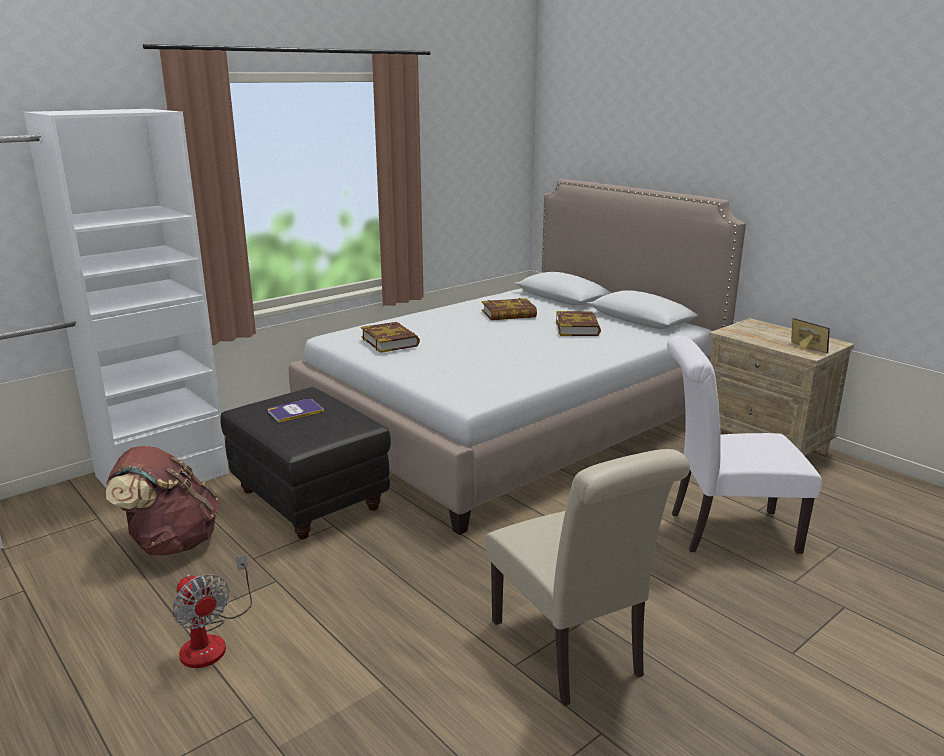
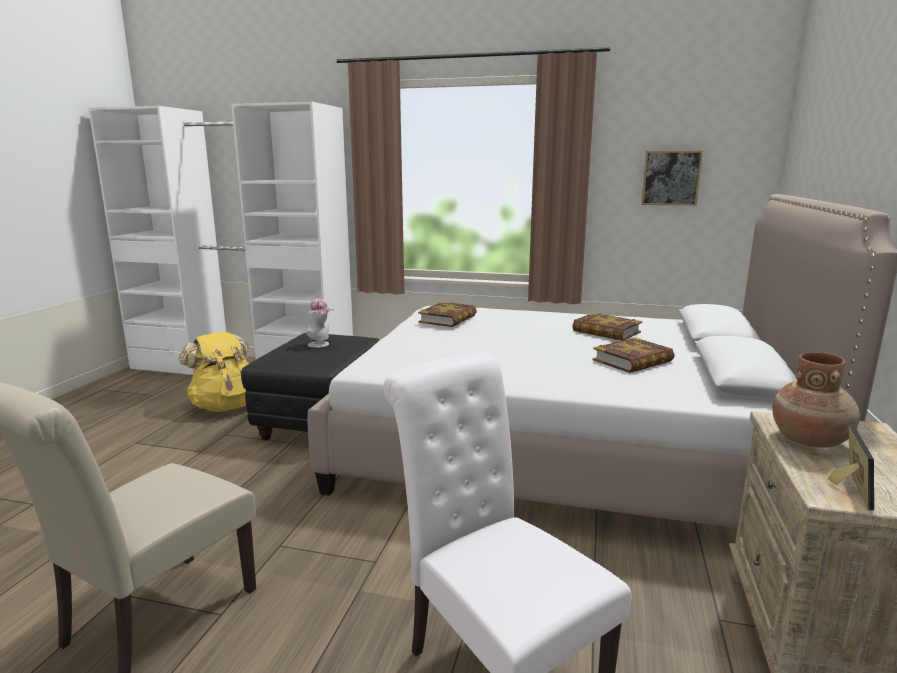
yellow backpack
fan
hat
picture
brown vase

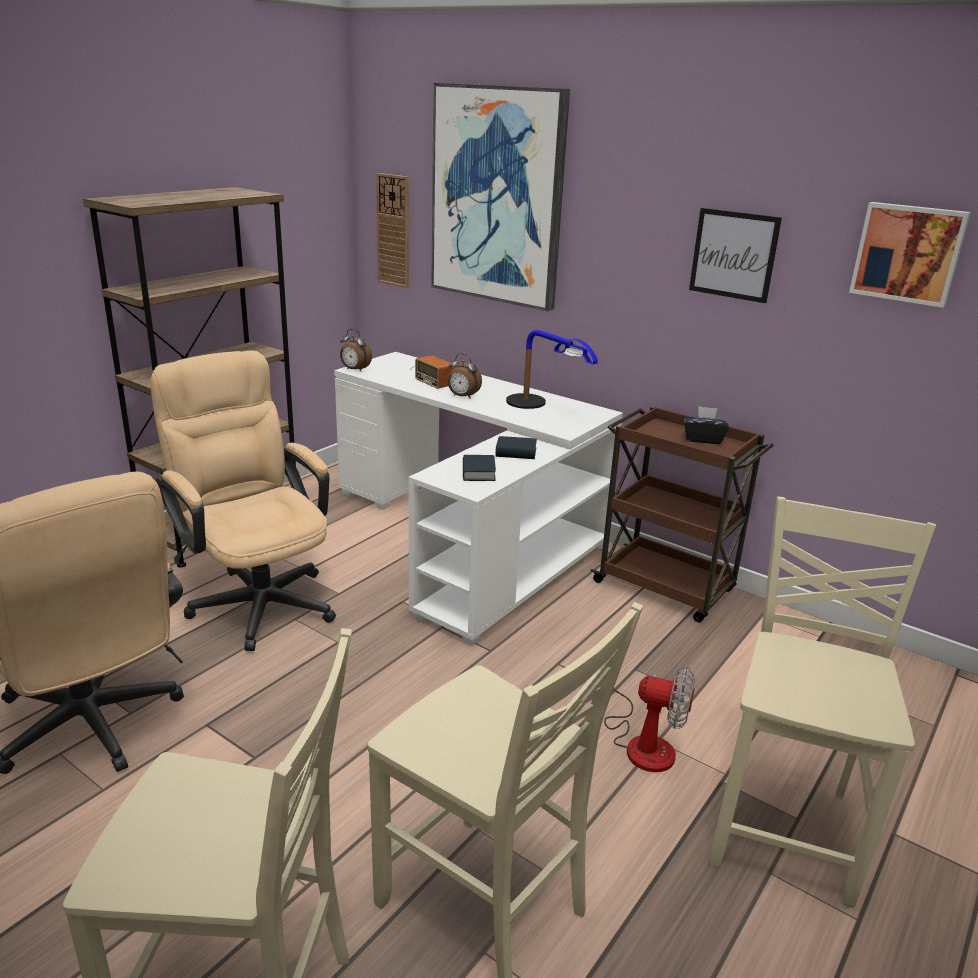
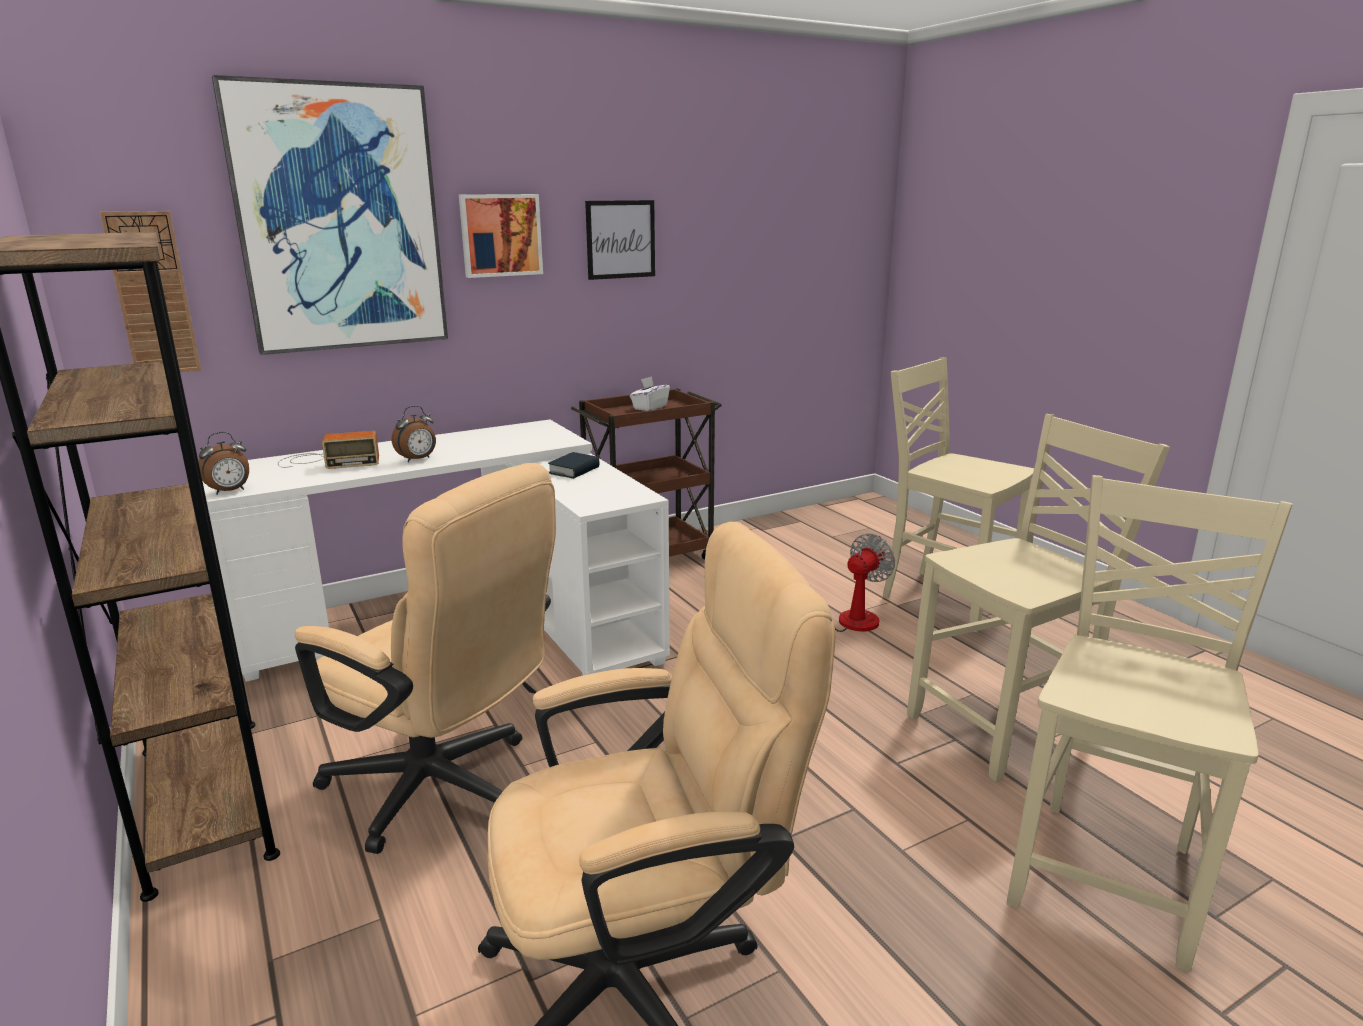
beige office chair (1st from left)
book (1st from left in the first image)
table lamp
white tissue box
picture (2nd from left)

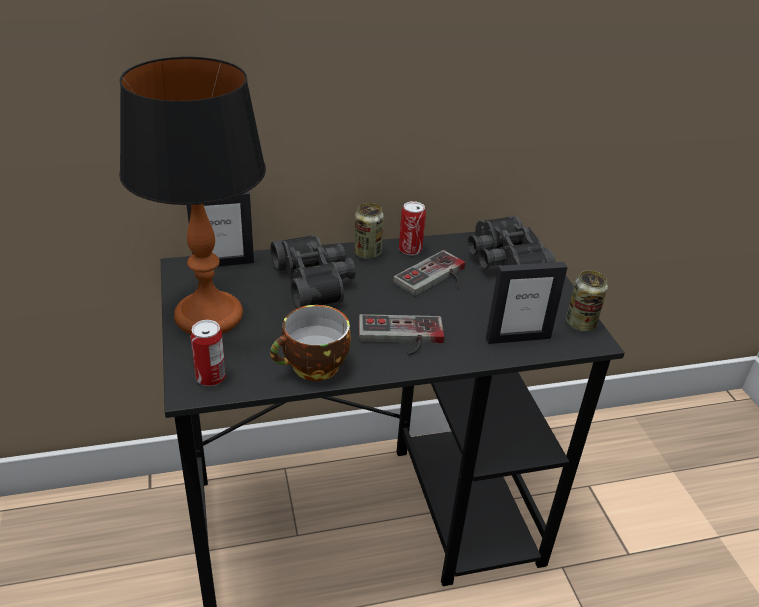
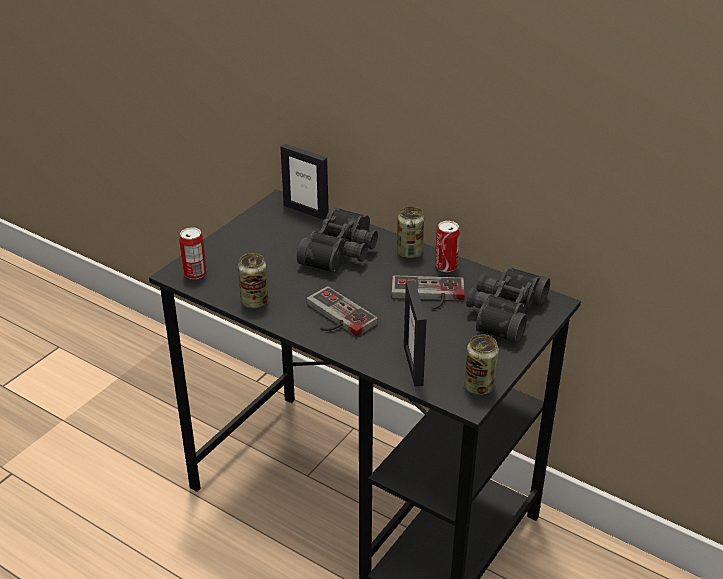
table lamp
can (2nd from left)
picture frame (2nd from left)

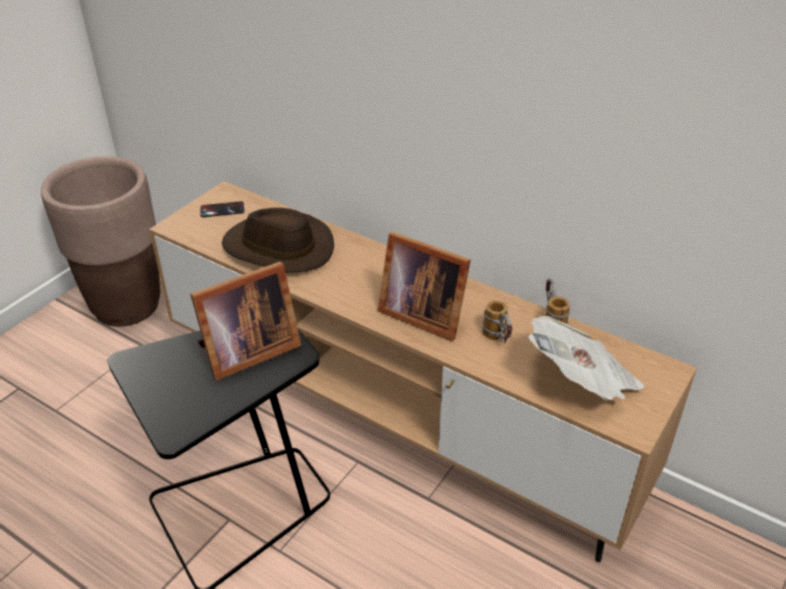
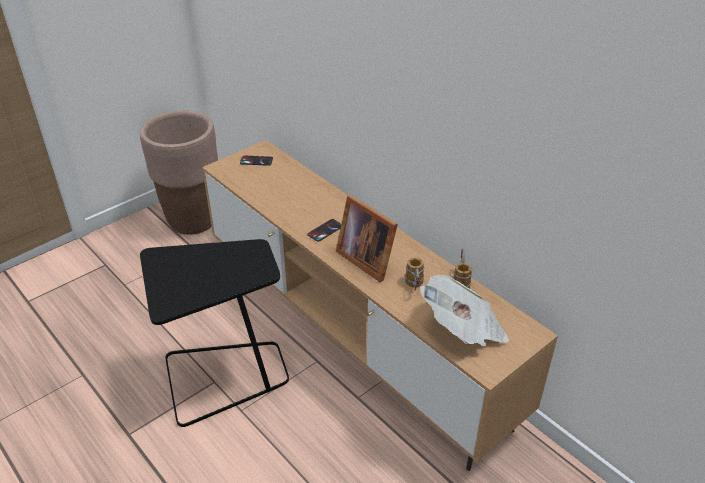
picture frame (1st from left in the first image)
brown hat
phone (2nd from left)

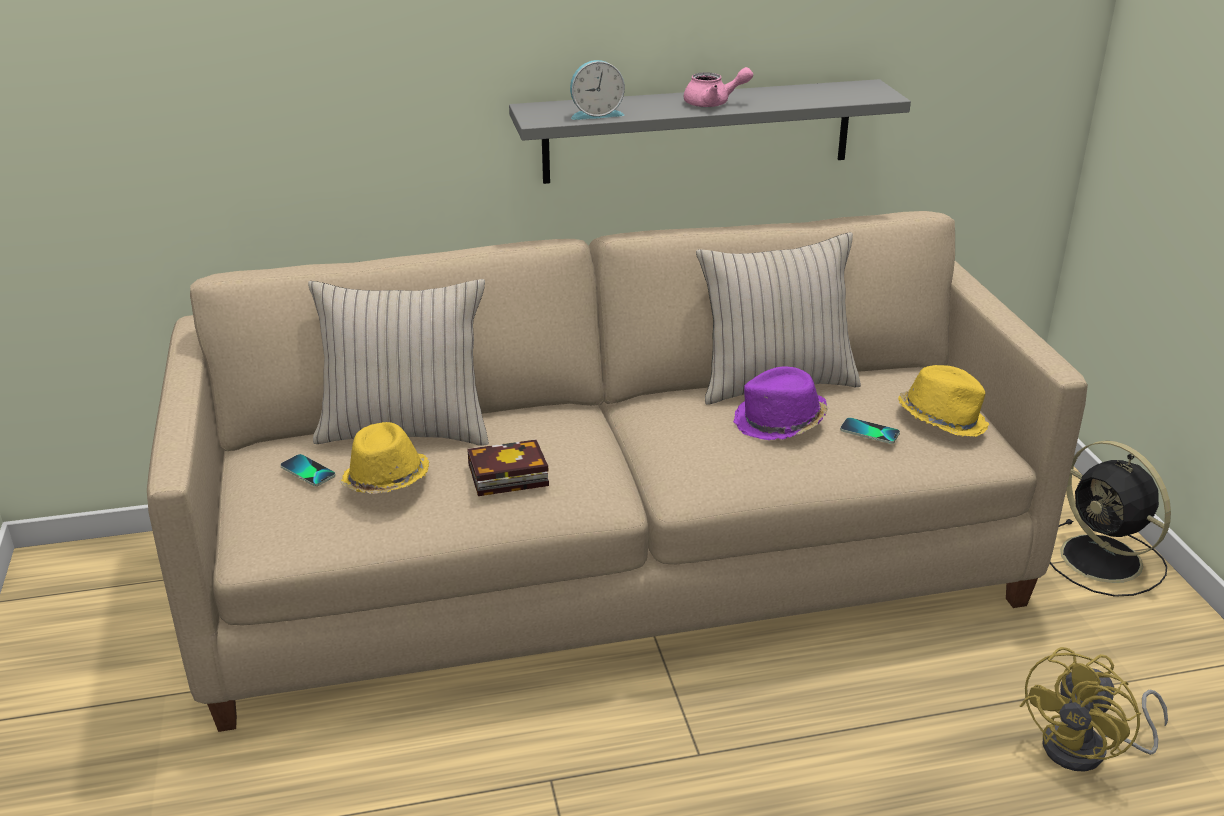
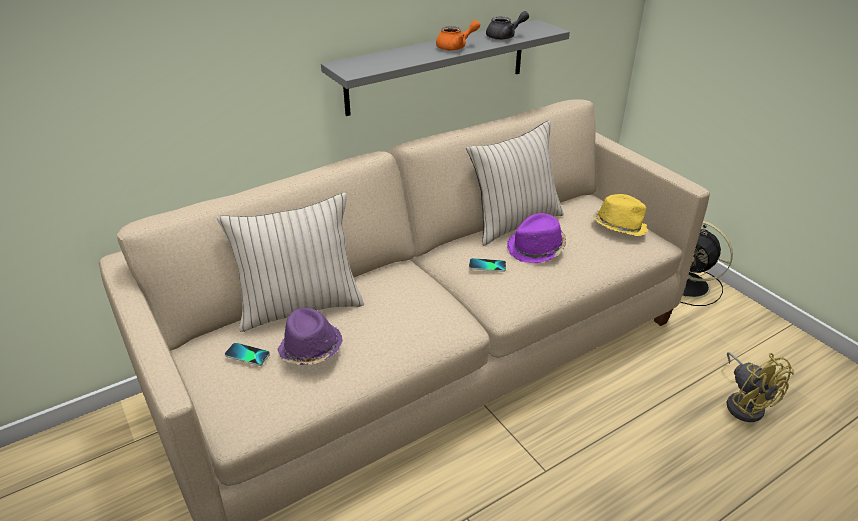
purple hat (1st from left)
book
alarm clock
orange teapot
phone (2nd from left)
yellow fan
grey teapot

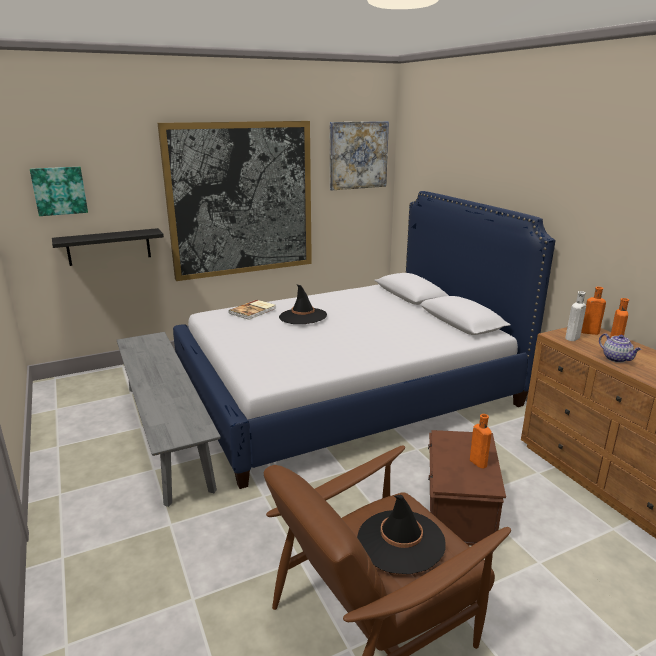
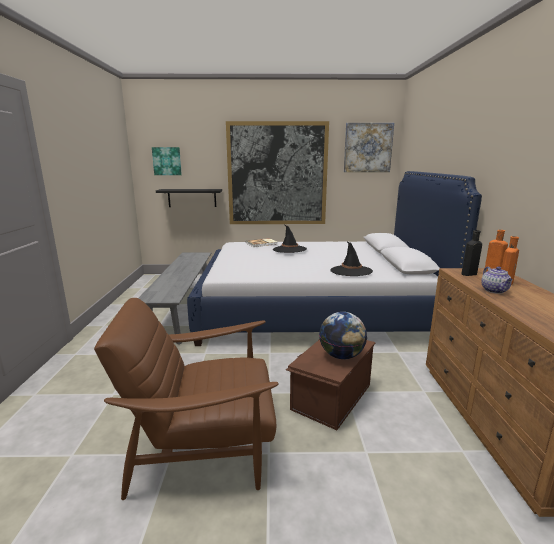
black hat (2nd from left)
globe
black bottle

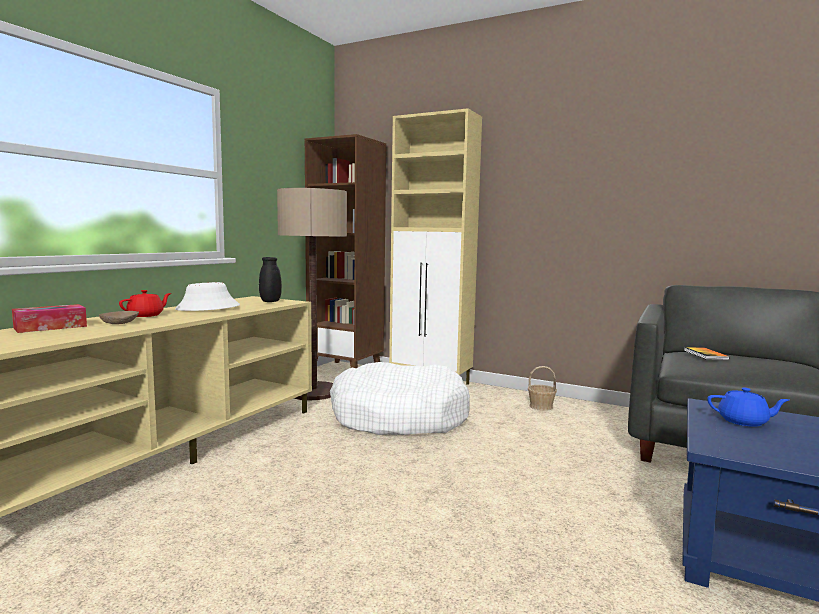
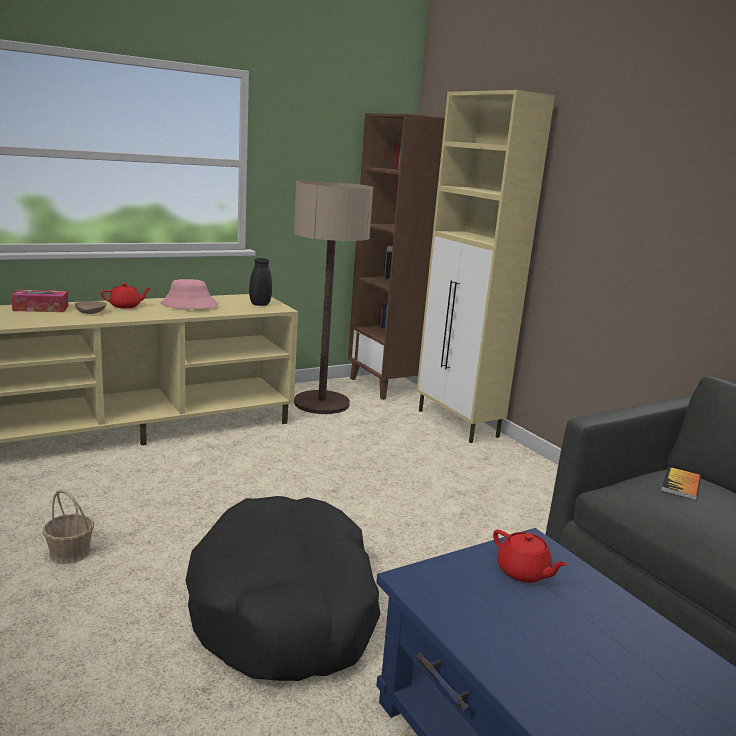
pink hat
white dog bed
basket
red teapot (2nd from left)
black dog bed

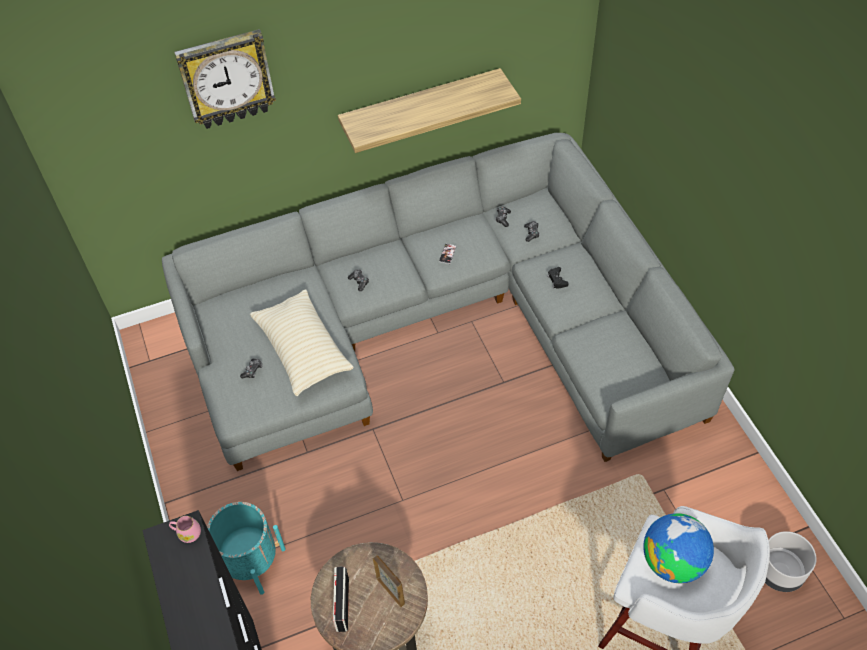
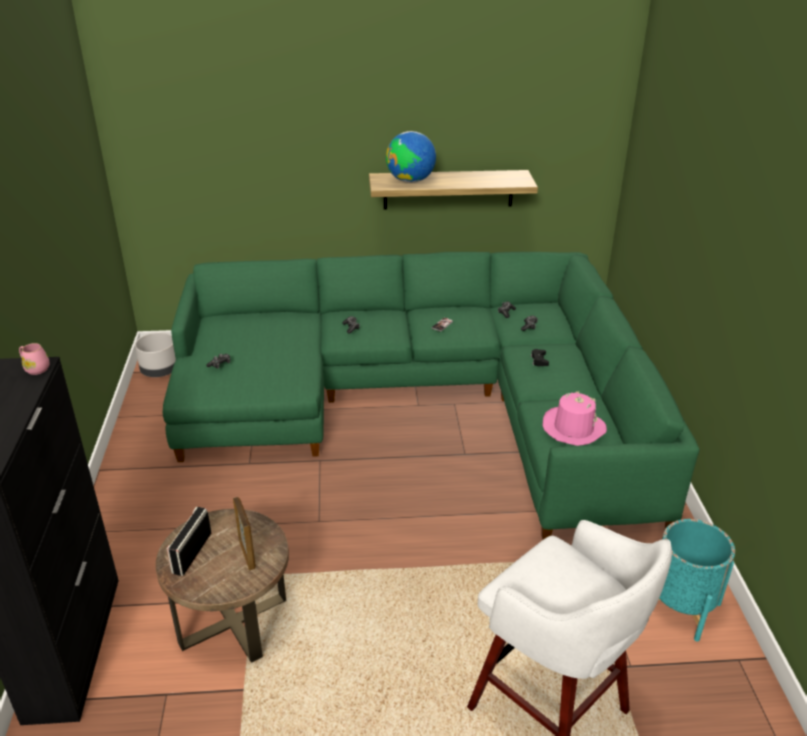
green sofa
wall clock
turquoise planter
beige pillow
globe
grey planter
pink hat

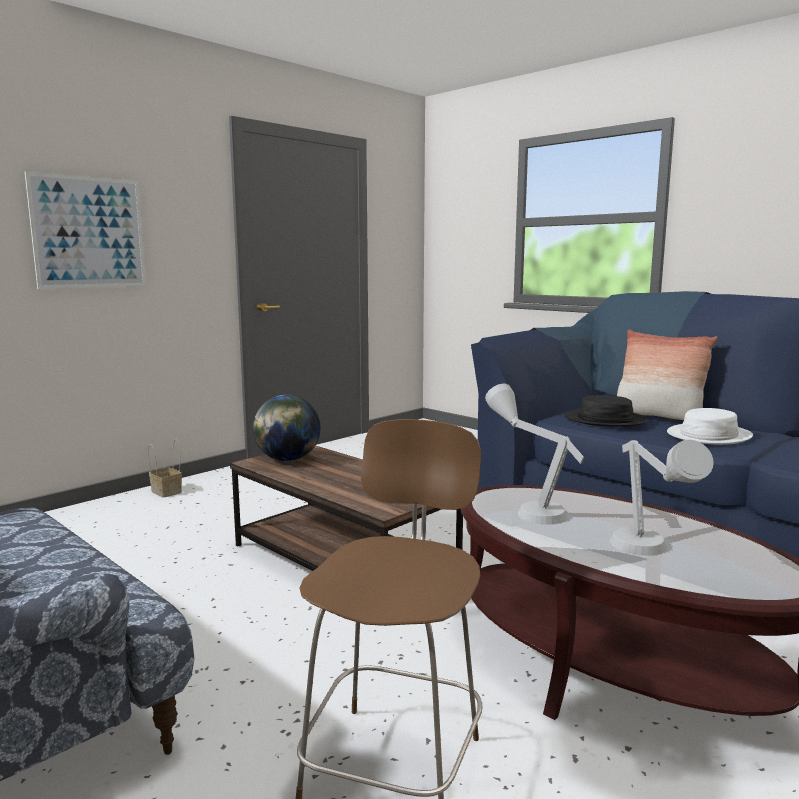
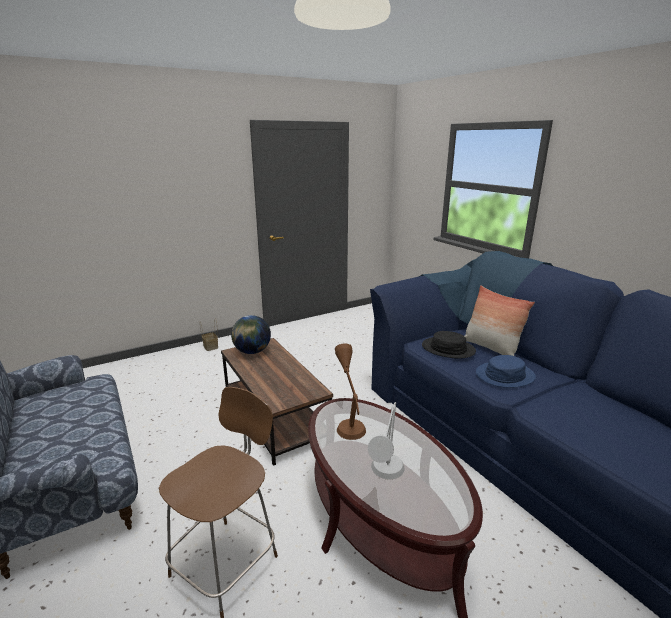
picture
brown table lamp
blue hat

